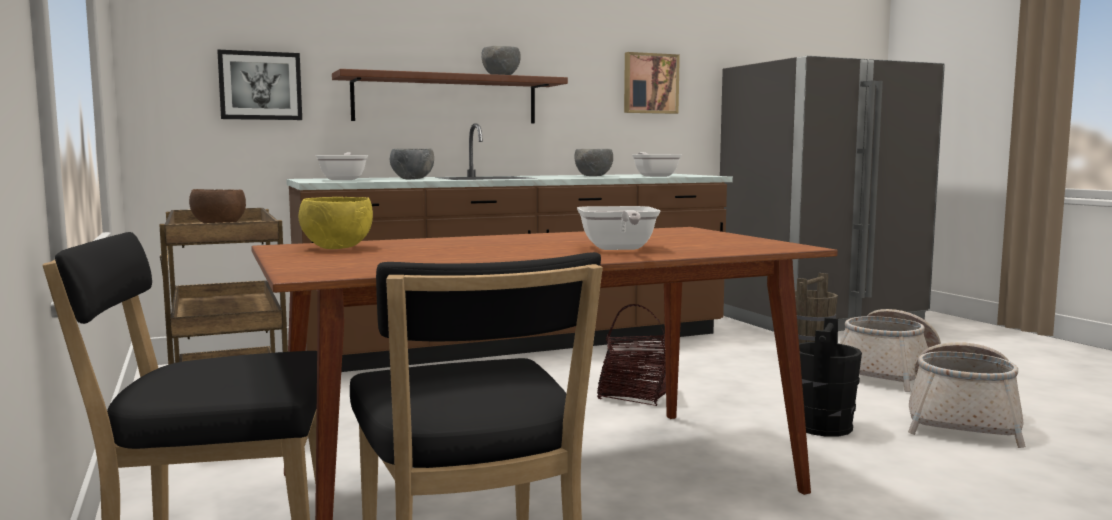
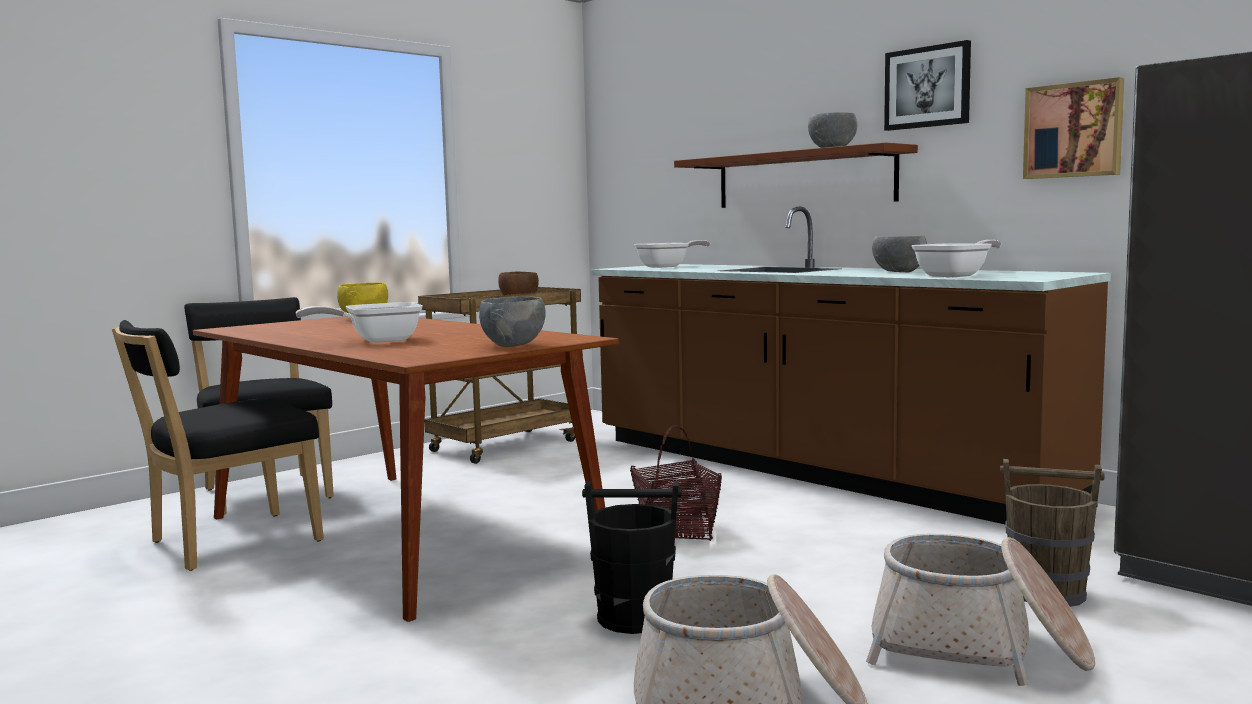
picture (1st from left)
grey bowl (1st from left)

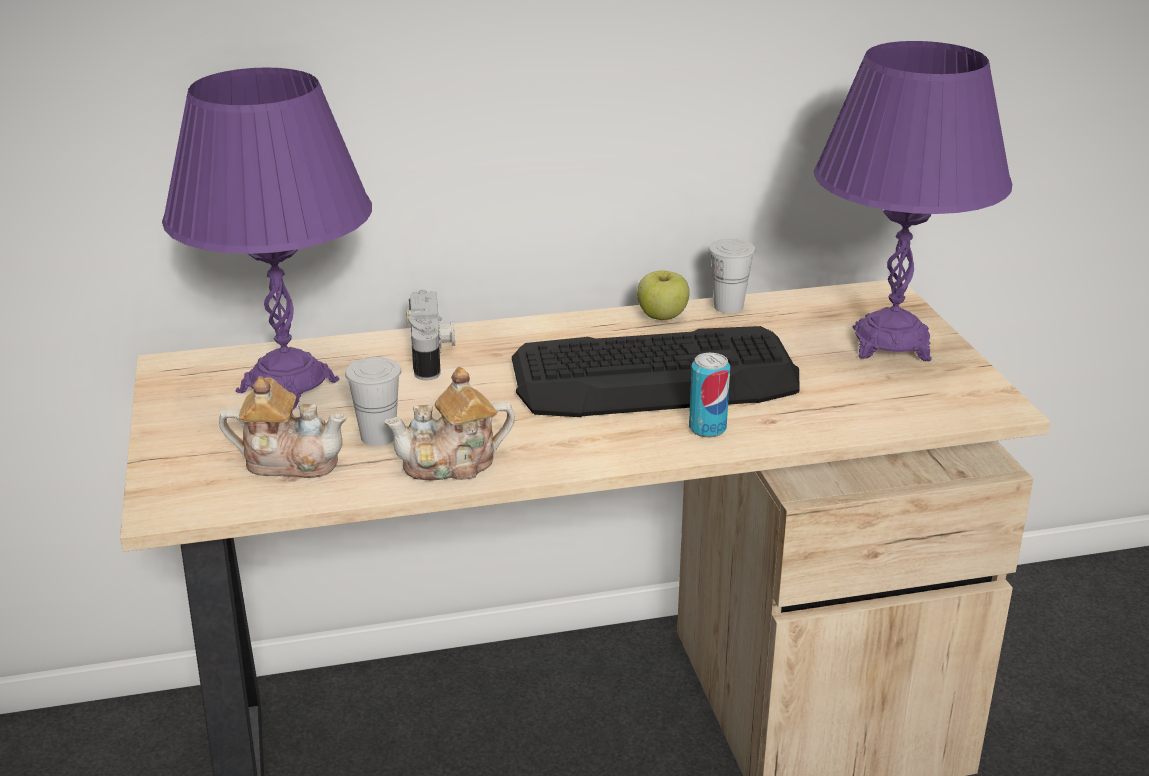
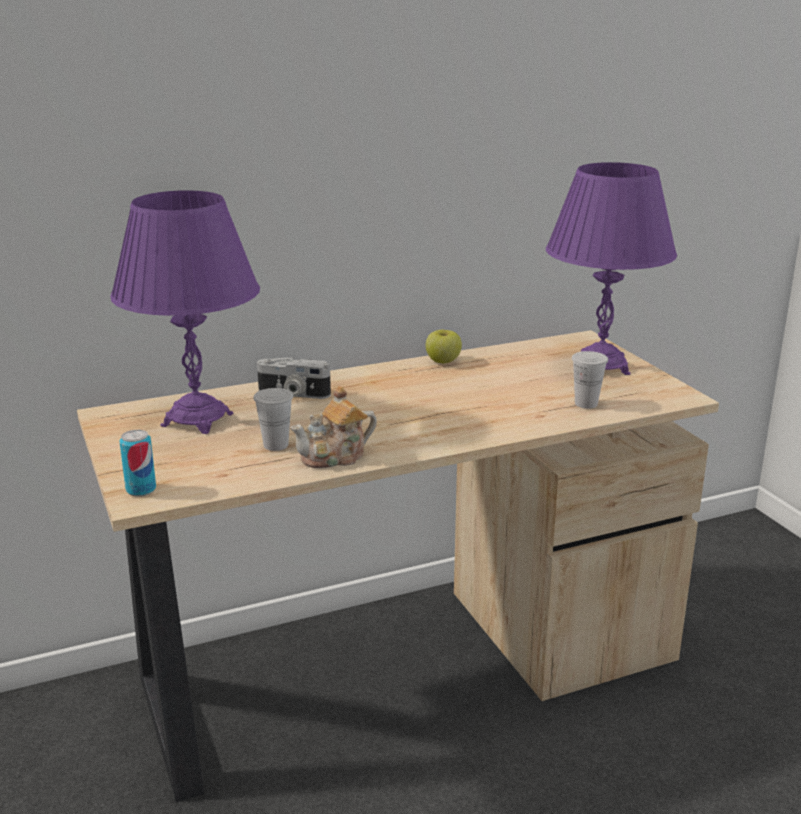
teapot (1st from left in the first image)
photo camera
keyboard
can
white cup (2nd from left)

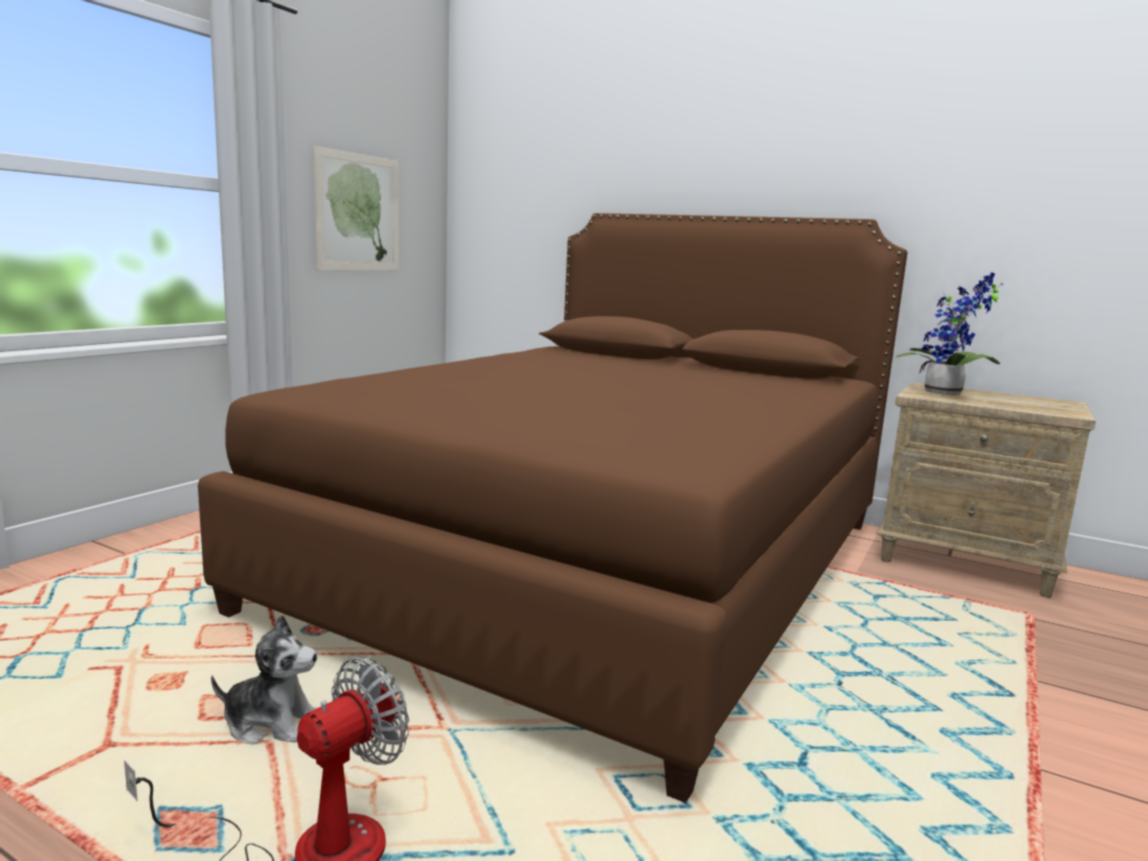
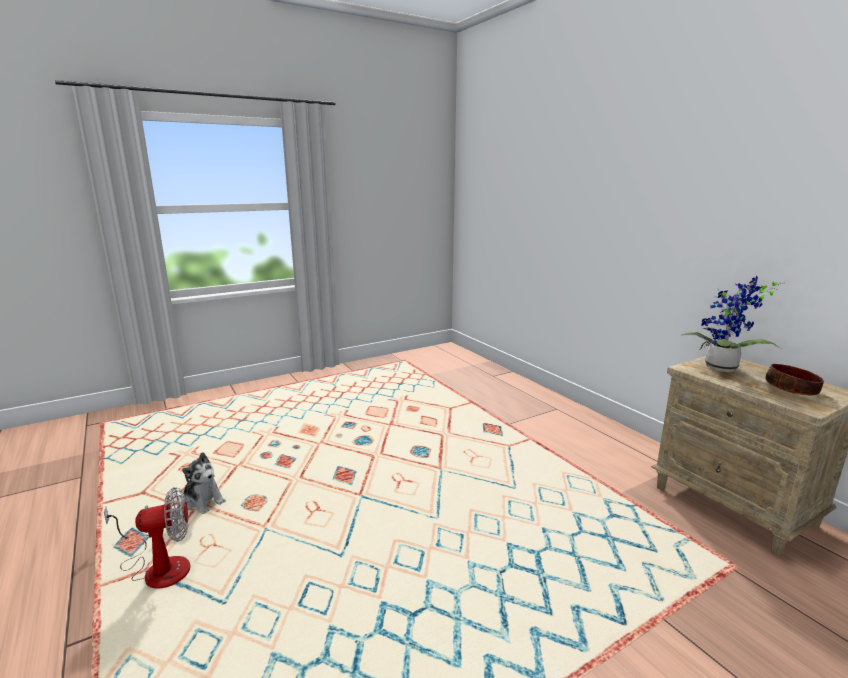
brown bed
picture
bowl

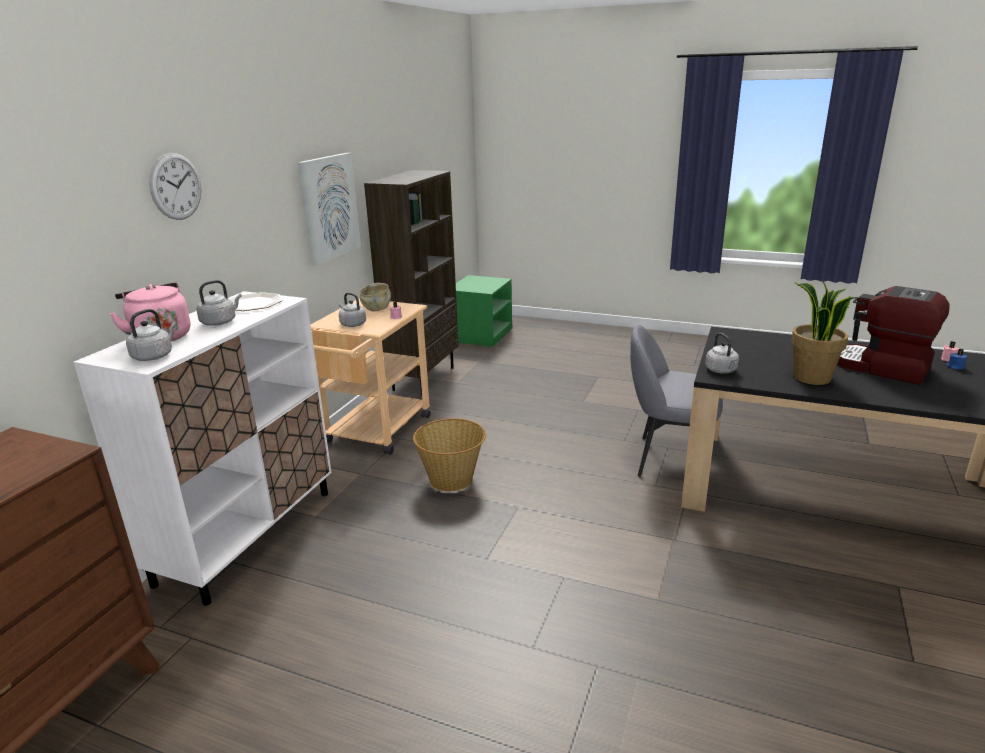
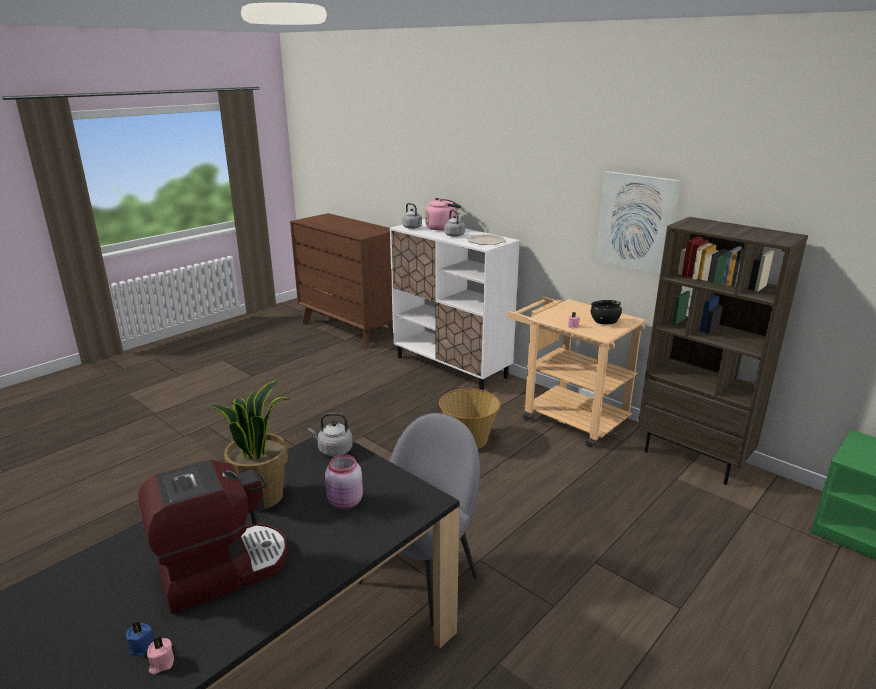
wall clock
grey kettle (3rd from left in the first image)
black bowl
pink jar

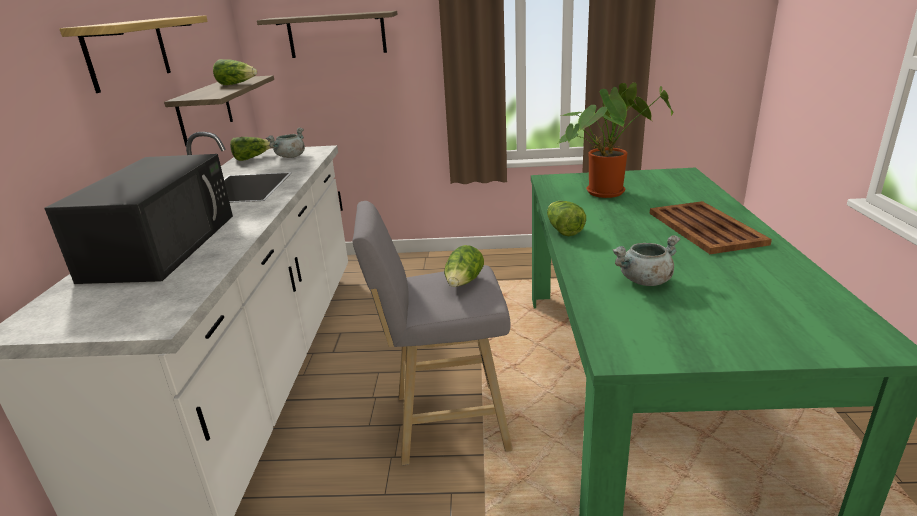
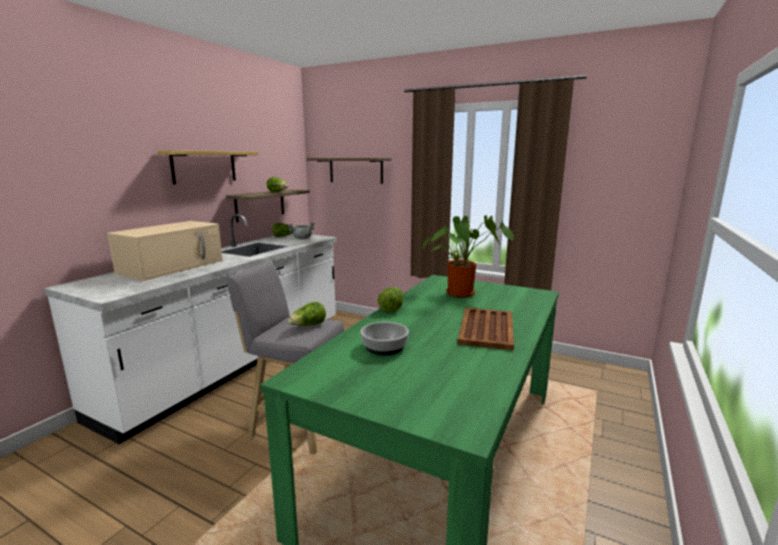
beige microwave
bowl

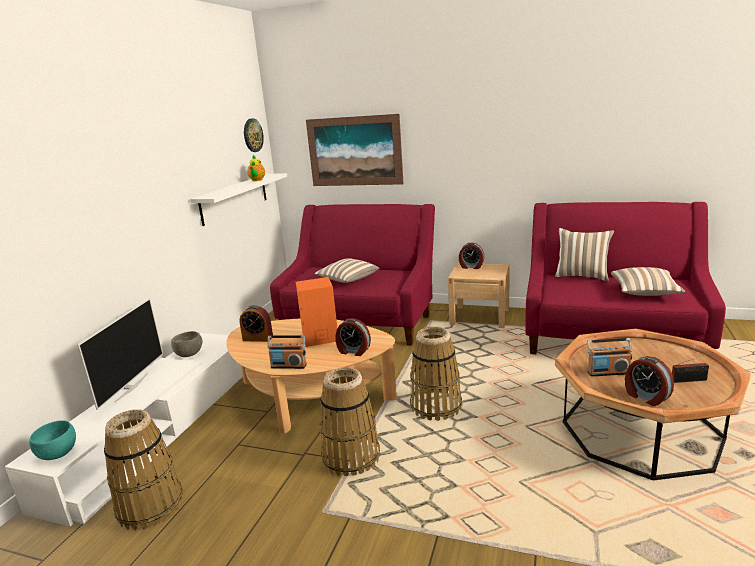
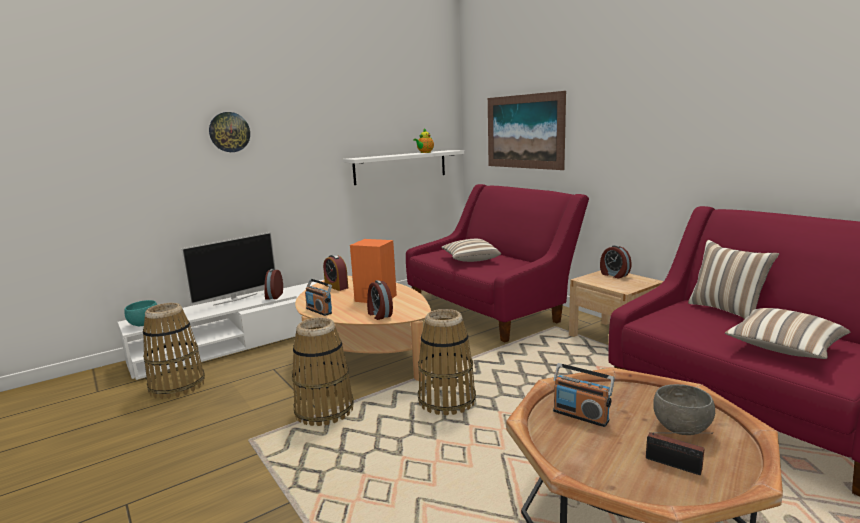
grey bowl
wall clock
alarm clock (1st from left)

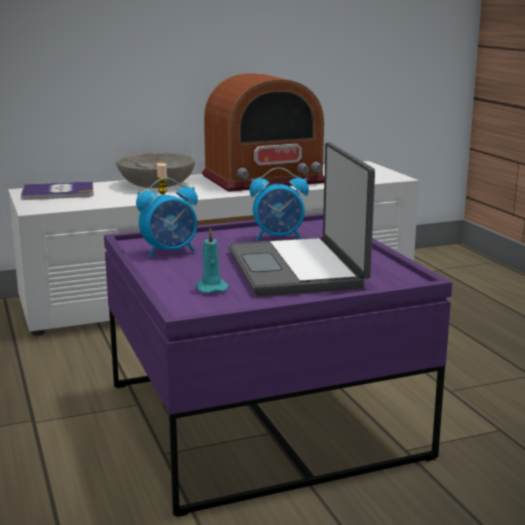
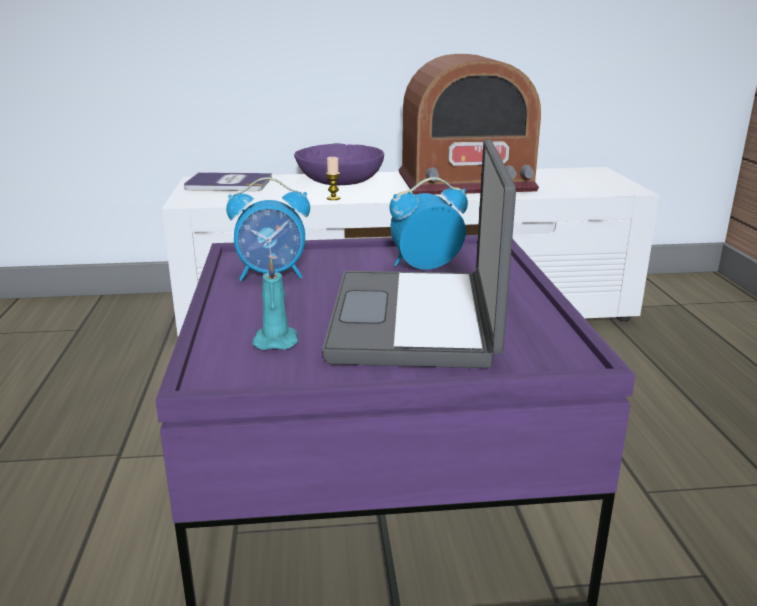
purple bowl
alarm clock (2nd from left)

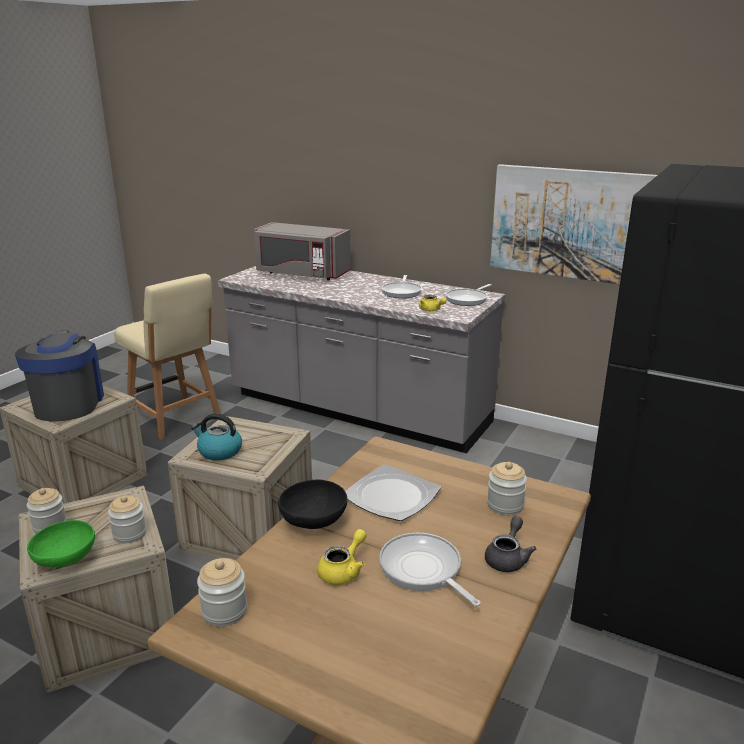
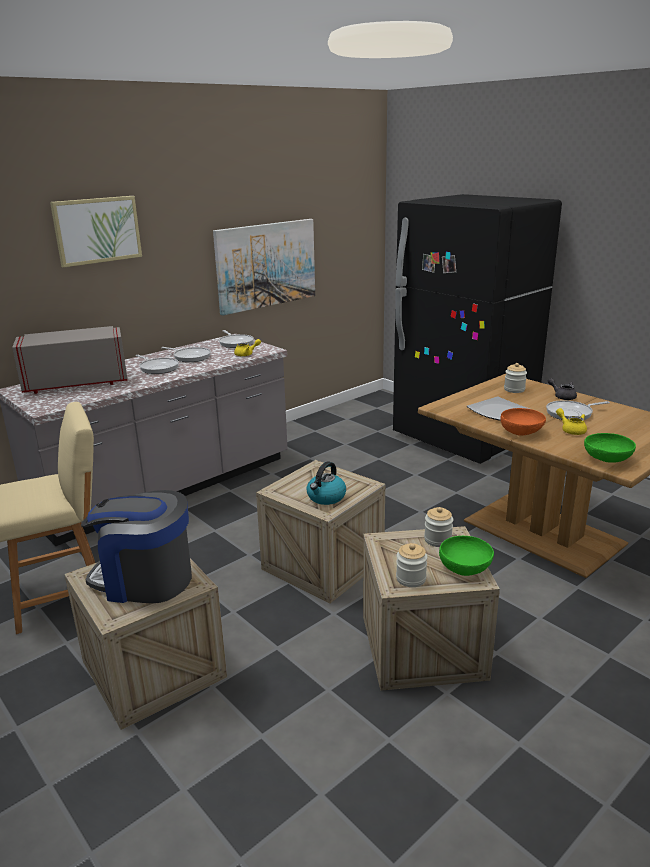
green bowl (2nd from left)
grey microwave
orange bowl
picture (1st from left)
frying pan (1st from left)

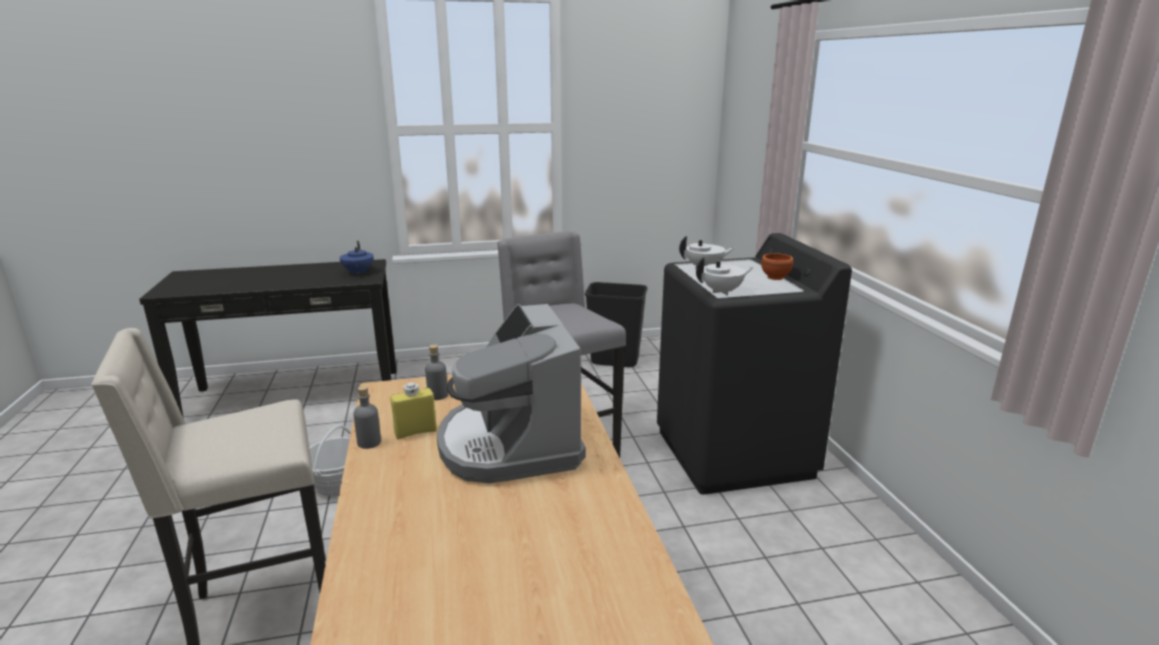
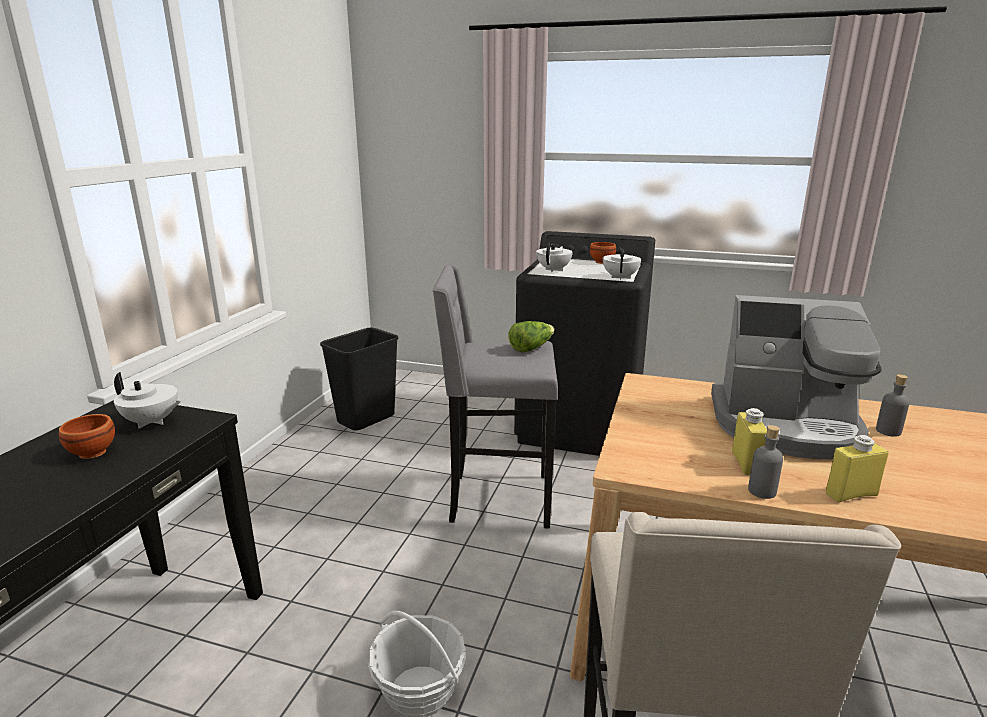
white teapot (1st from left)
grey bottle (2nd from left)
brown bowl (1st from left)
lettuce
yellow bottle (2nd from left)

